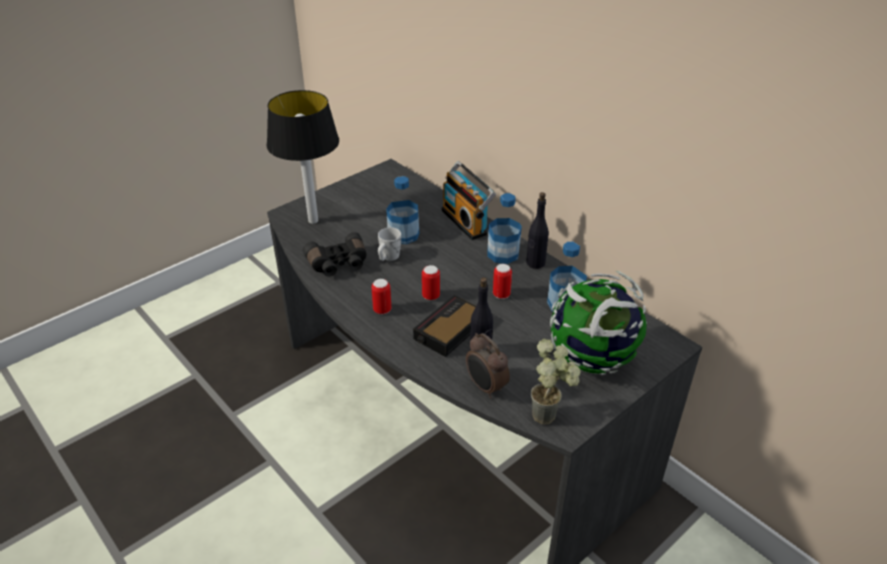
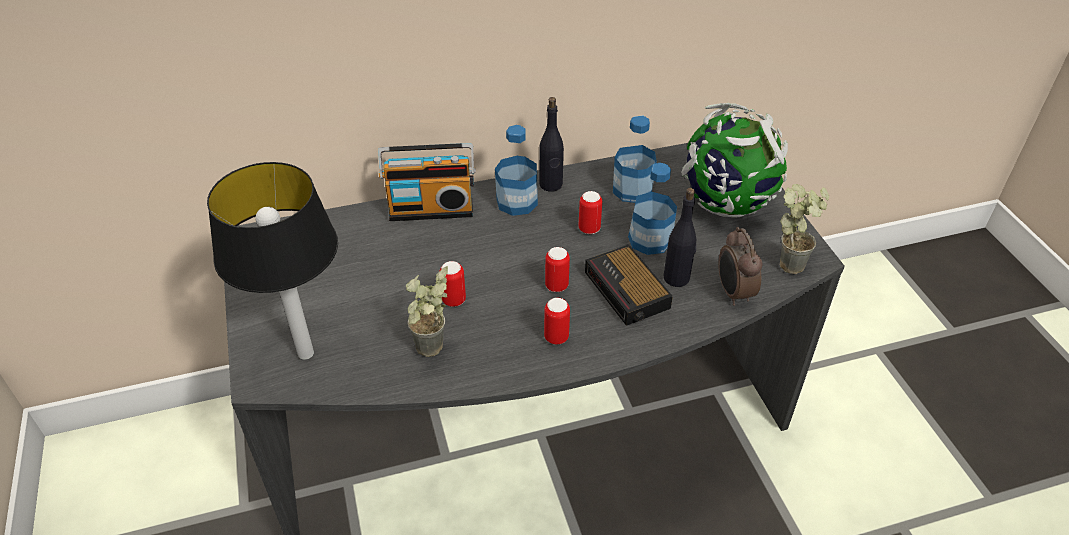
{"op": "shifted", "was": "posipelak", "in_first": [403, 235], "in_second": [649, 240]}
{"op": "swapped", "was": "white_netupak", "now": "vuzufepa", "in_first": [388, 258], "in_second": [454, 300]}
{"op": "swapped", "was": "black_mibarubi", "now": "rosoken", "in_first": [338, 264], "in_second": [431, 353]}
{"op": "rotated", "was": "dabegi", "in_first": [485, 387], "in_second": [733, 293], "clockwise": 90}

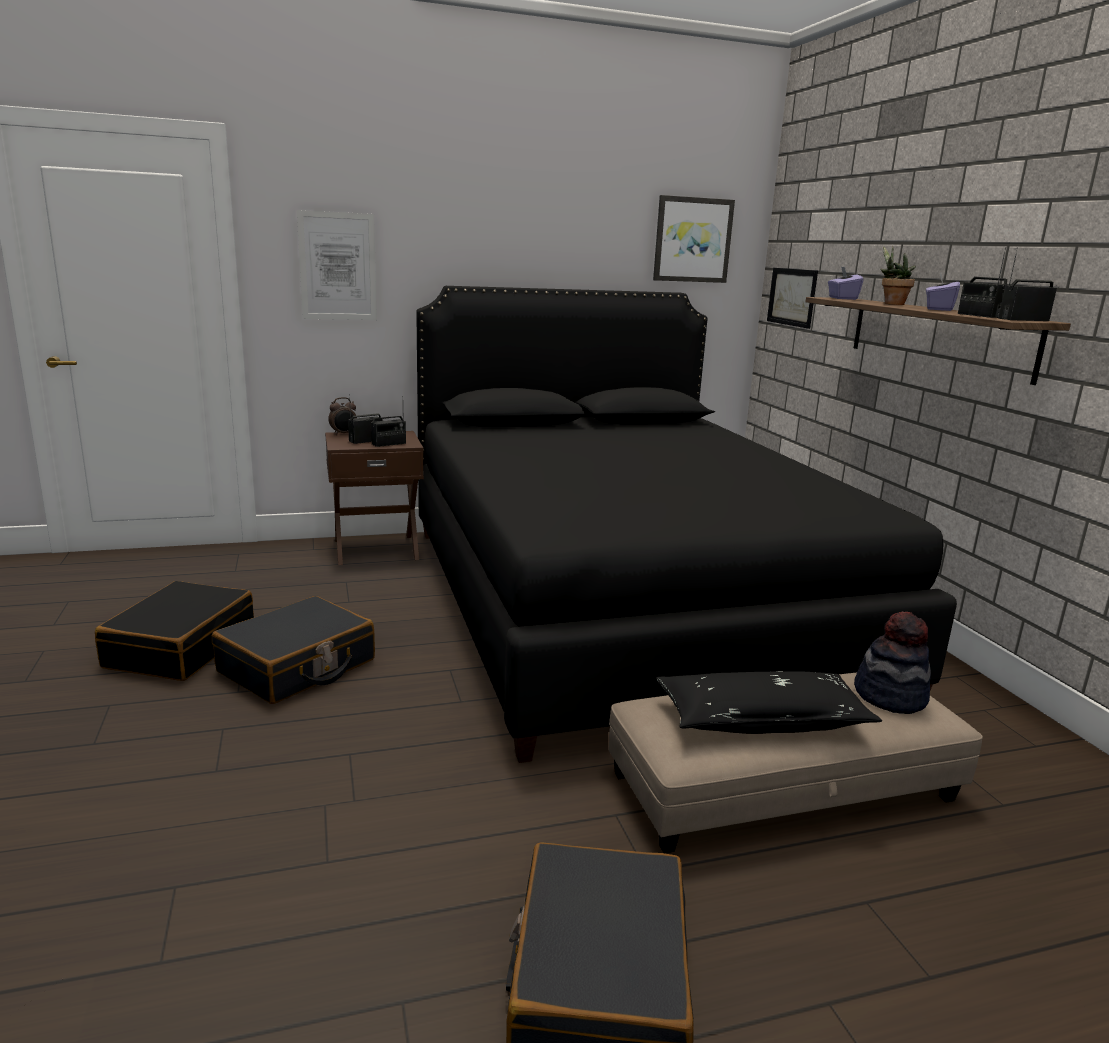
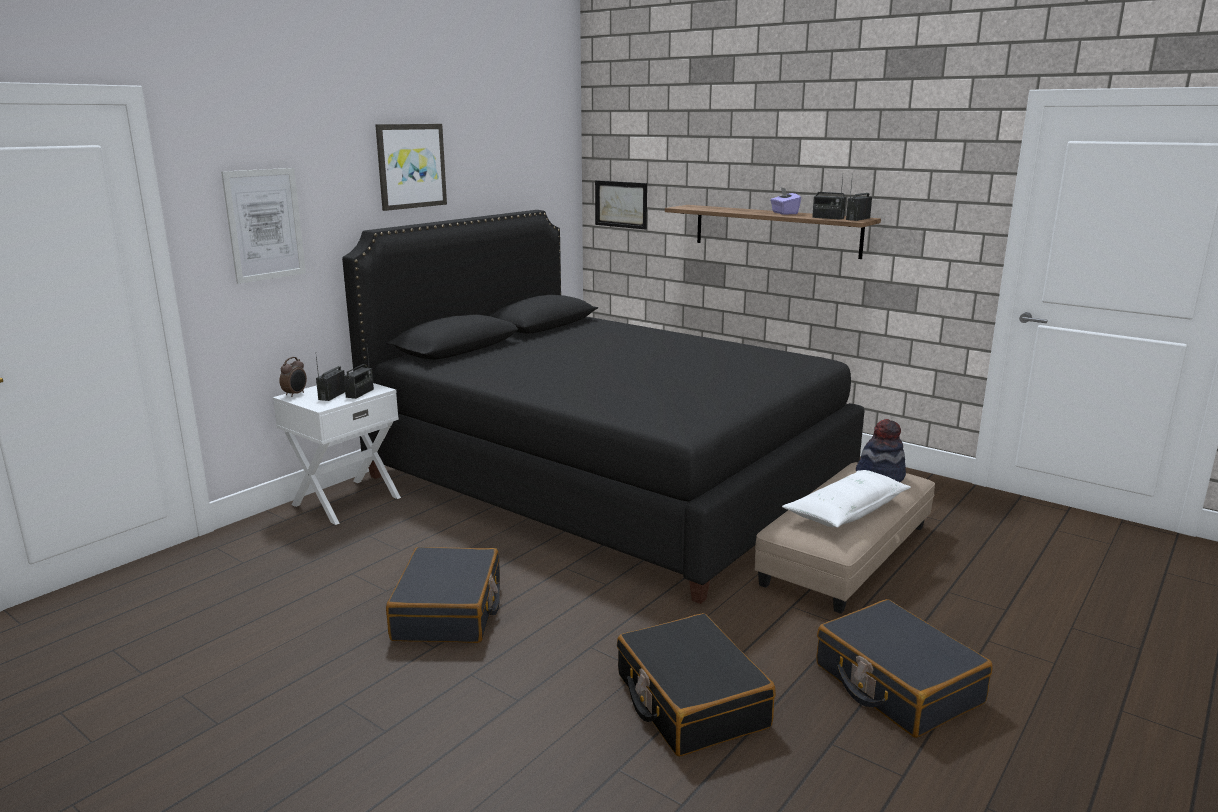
{"op": "shifted", "was": "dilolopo", "in_first": [692, 240], "in_second": [411, 166]}
{"op": "gone", "was": "rosoken", "in_first": [891, 304]}
{"op": "gone", "was": "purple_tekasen", "in_first": [842, 298]}
{"op": "repainted", "was": "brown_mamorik", "now": "white_mamorik", "in_first": [376, 548], "in_second": [345, 500]}
{"op": "shifted", "was": "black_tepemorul", "in_first": [180, 647], "in_second": [690, 701]}
{"op": "repainted", "was": "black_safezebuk", "now": "white_safezebuk", "in_first": [762, 719], "in_second": [847, 511]}

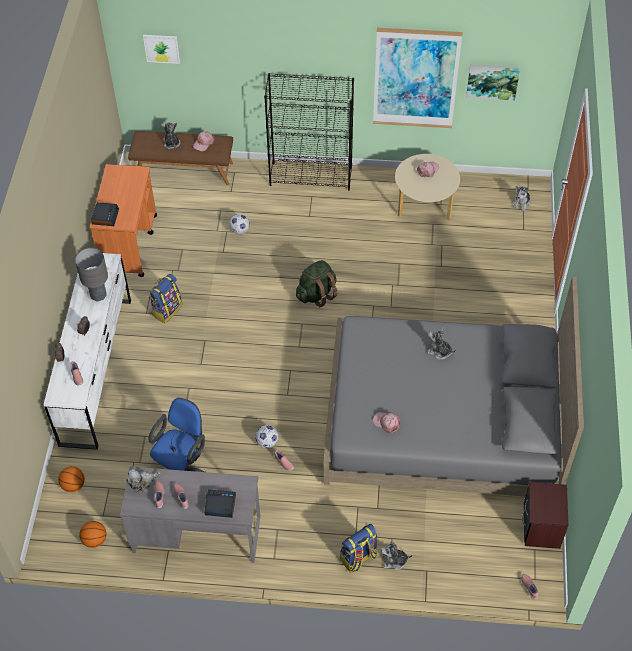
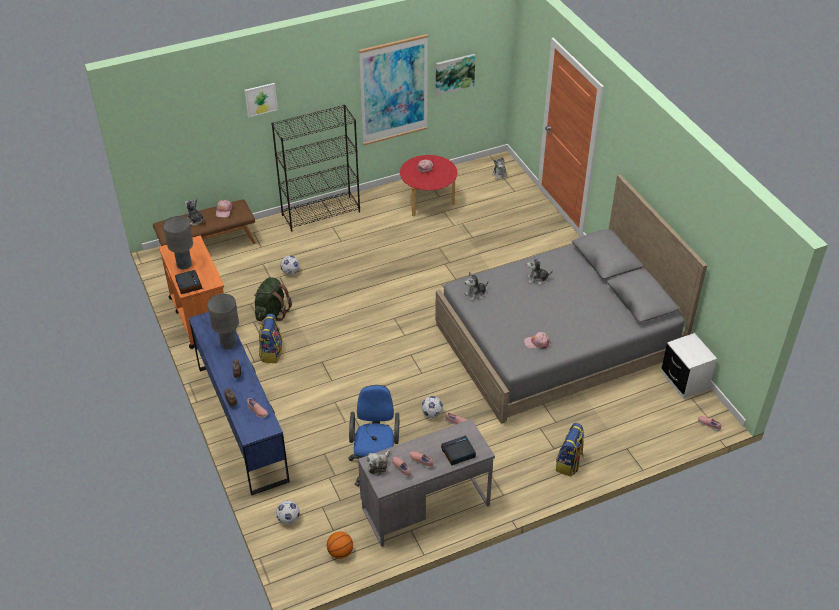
{"op": "shifted", "was": "dilolopo", "in_first": [161, 48], "in_second": [261, 99]}
{"op": "repainted", "was": "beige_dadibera", "now": "red_dadibera", "in_first": [424, 206], "in_second": [428, 202]}
{"op": "repainted", "was": "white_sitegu", "now": "blue_sitegu", "in_first": [96, 370], "in_second": [242, 422]}
{"op": "shifted", "was": "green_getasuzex", "in_first": [317, 294], "in_second": [271, 313]}
{"op": "swapped", "was": "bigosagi", "now": "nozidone", "in_first": [73, 485], "in_second": [288, 519]}
{"op": "repainted", "was": "brown_mamorik", "now": "white_mamorik", "in_first": [541, 527], "in_second": [684, 381]}
{"op": "shifted", "was": "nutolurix", "in_first": [394, 561], "in_second": [475, 294]}
{"op": "new", "now": "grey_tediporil", "in_second": [184, 265]}

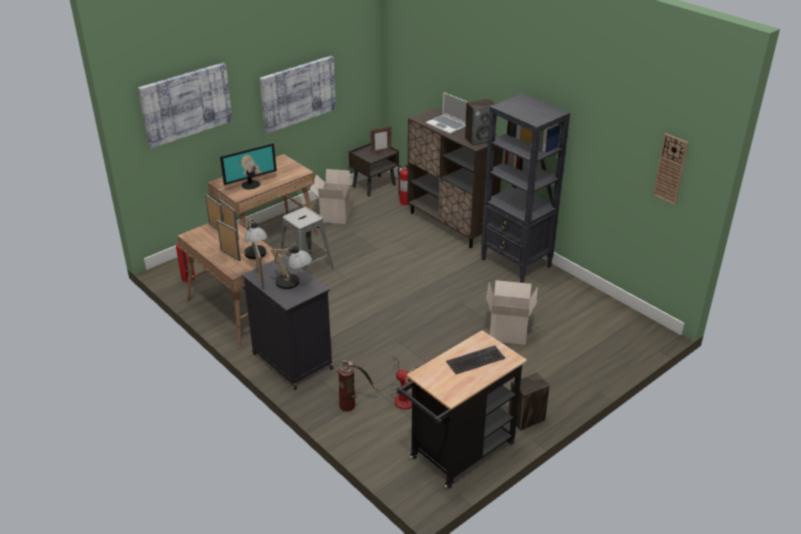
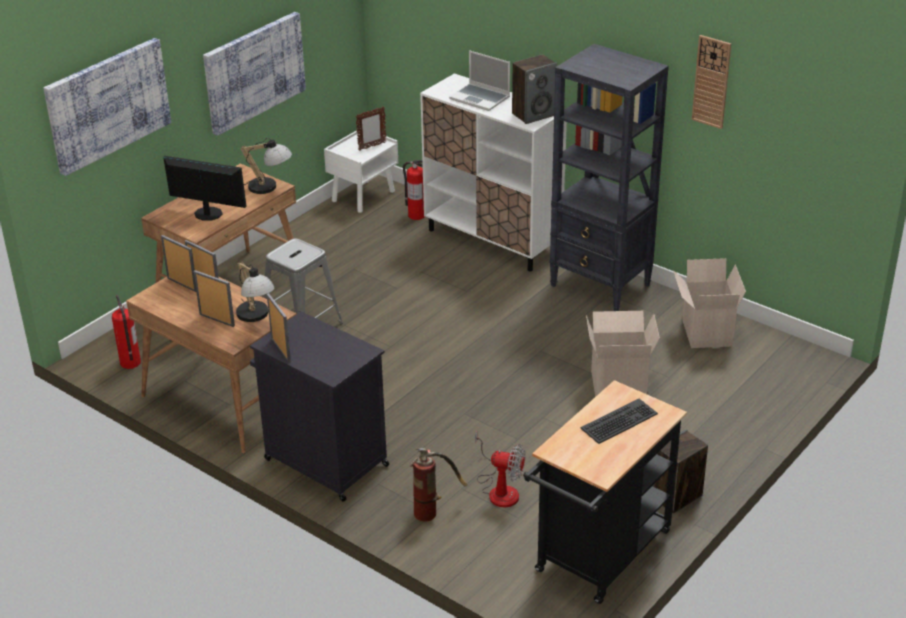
{"op": "repainted", "was": "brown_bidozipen", "now": "white_bidozipen", "in_first": [451, 224], "in_second": [493, 240]}
{"op": "shifted", "was": "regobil", "in_first": [670, 169], "in_second": [711, 82]}
{"op": "repainted", "was": "brown_mamorik", "now": "white_mamorik", "in_first": [374, 185], "in_second": [363, 196]}
{"op": "rotated", "was": "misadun", "in_first": [250, 184], "in_second": [208, 214], "clockwise": -120}
{"op": "shifted", "was": "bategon", "in_first": [334, 215], "in_second": [705, 332]}
{"op": "shifted", "was": "tediporil", "in_first": [293, 284], "in_second": [270, 188]}

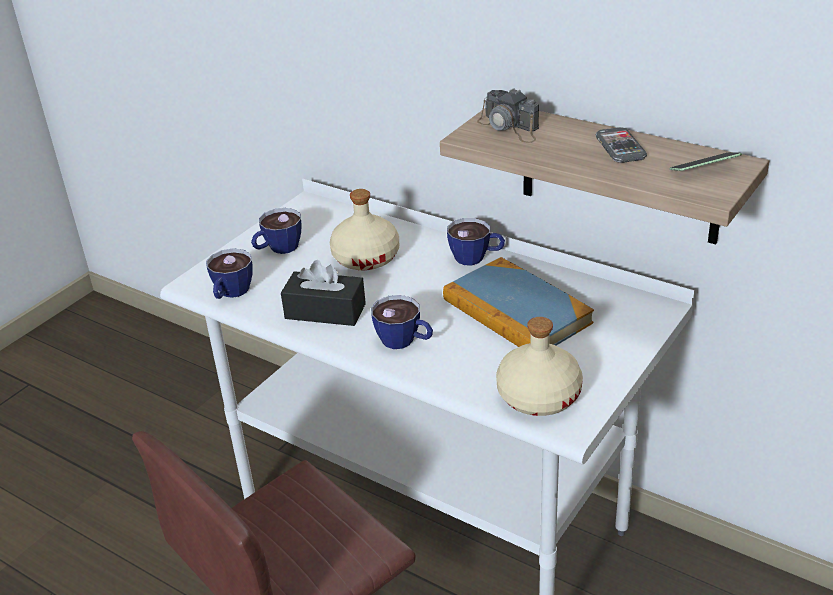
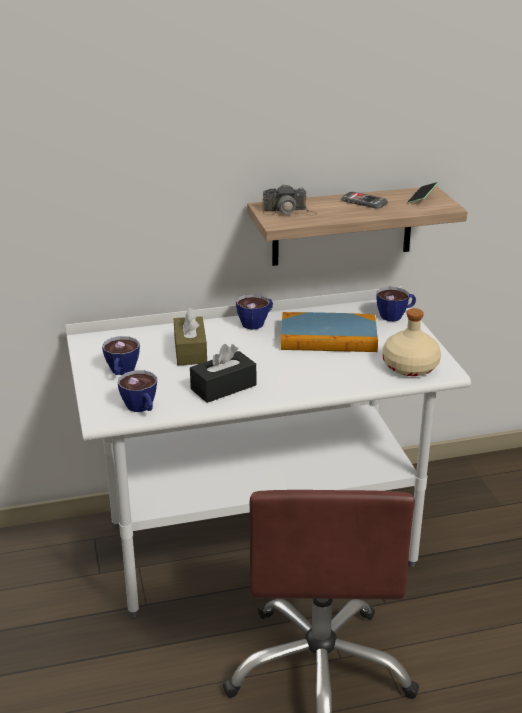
{"op": "swapped", "was": "beige_posipelak", "now": "brown_tekasen", "in_first": [366, 257], "in_second": [190, 351]}
{"op": "shifted", "was": "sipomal", "in_first": [405, 341], "in_second": [395, 315]}

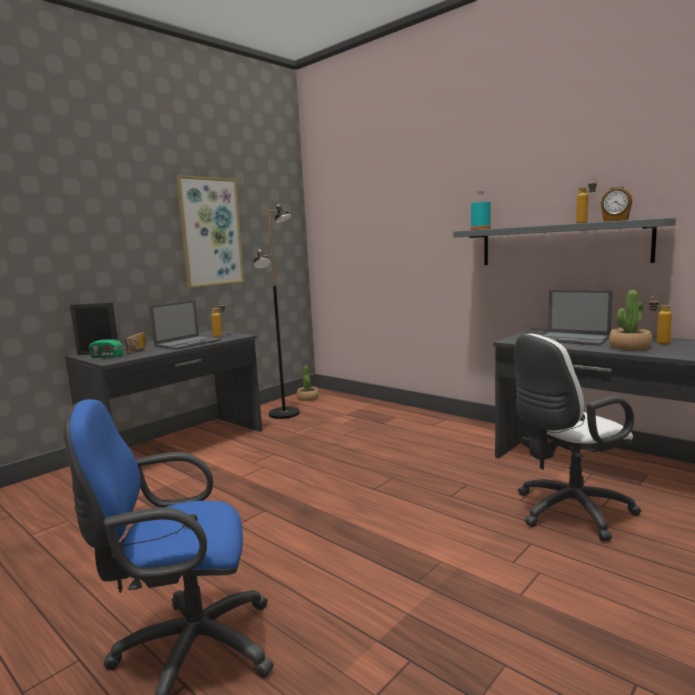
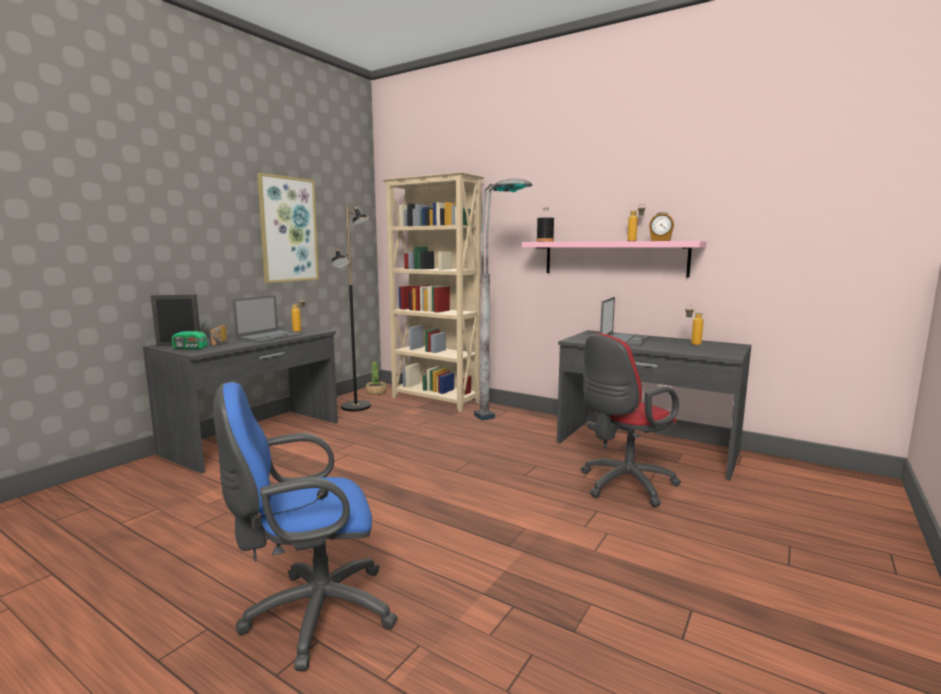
{"op": "repainted", "was": "turquoise_posipelak", "now": "black_posipelak", "in_first": [480, 229], "in_second": [545, 241]}
{"op": "repainted", "was": "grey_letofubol", "now": "pink_letofubol", "in_first": [561, 244], "in_second": [613, 258]}
{"op": "rotated", "was": "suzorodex", "in_first": [573, 339], "in_second": [624, 340], "clockwise": -90}
{"op": "gone", "was": "rosoken", "in_first": [629, 347]}
{"op": "repainted", "was": "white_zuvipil", "now": "red_zuvipil", "in_first": [567, 512], "in_second": [623, 485]}
{"op": "new", "now": "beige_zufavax", "in_second": [435, 400]}
{"op": "new", "now": "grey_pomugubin", "in_second": [501, 427]}

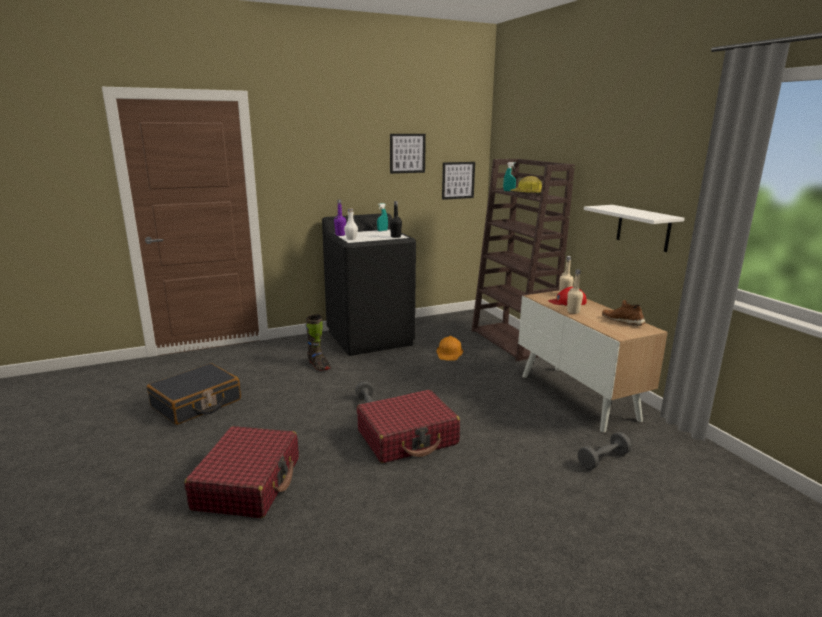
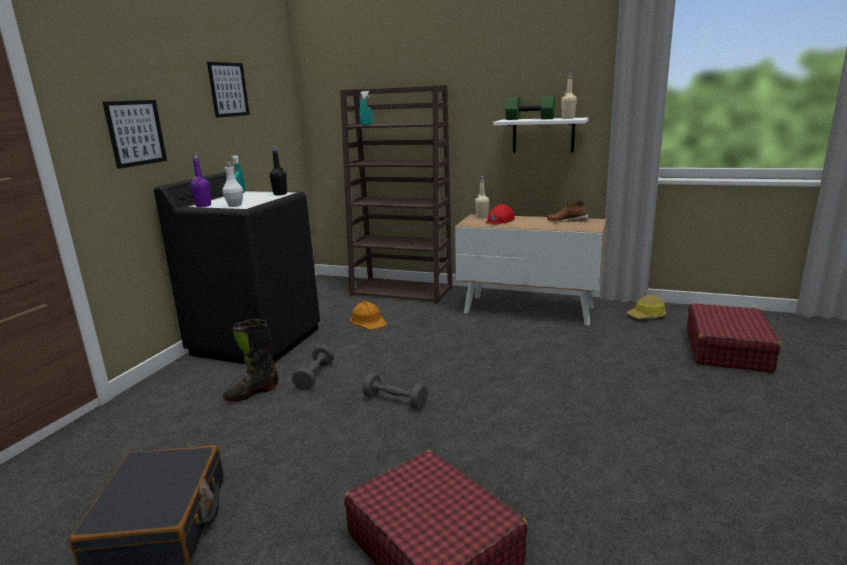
{"op": "shifted", "was": "dilolopo", "in_first": [458, 180], "in_second": [136, 133]}
{"op": "shifted", "was": "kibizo", "in_first": [527, 194], "in_second": [647, 316]}
{"op": "shifted", "was": "beige_posipelak", "in_first": [573, 311], "in_second": [568, 118]}
{"op": "rotated", "was": "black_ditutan", "in_first": [318, 365], "in_second": [252, 393], "clockwise": 135}
{"op": "shifted", "was": "red_tepemorul", "in_first": [408, 437], "in_second": [727, 350]}
{"op": "shifted", "was": "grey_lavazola", "in_first": [603, 459], "in_second": [315, 376]}
{"op": "new", "now": "green_lavazola", "in_second": [529, 119]}

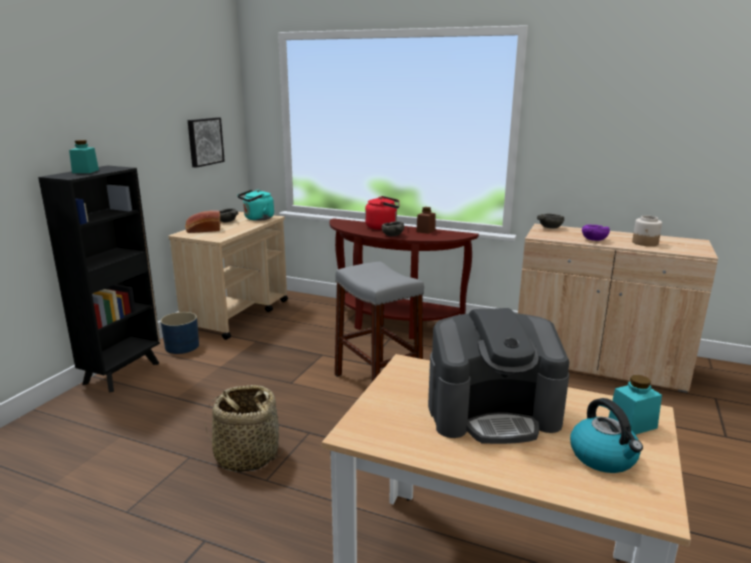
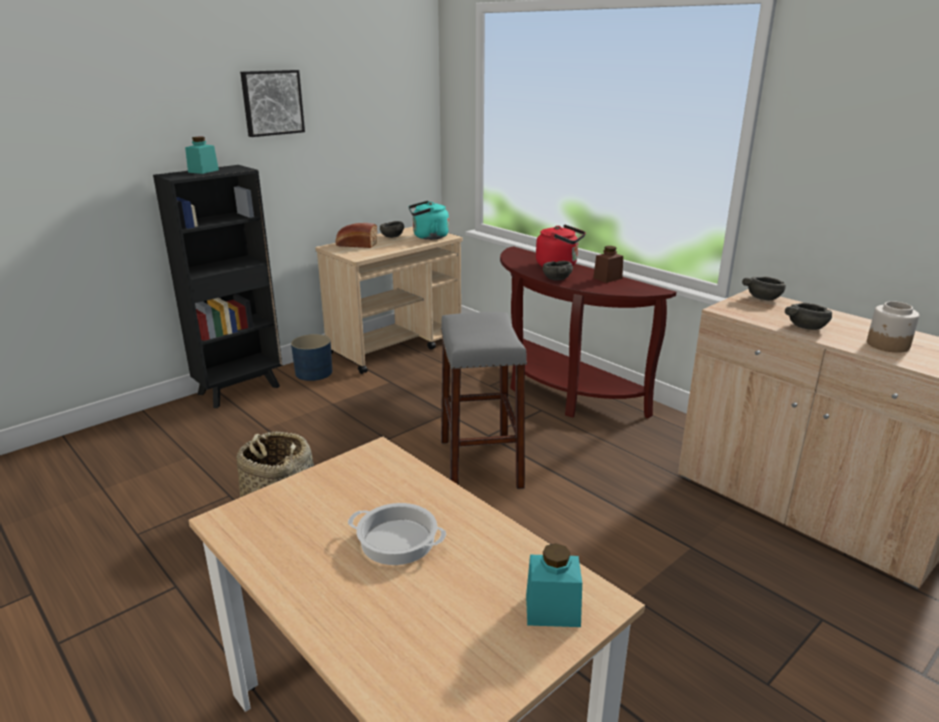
{"op": "shifted", "was": "dilolopo", "in_first": [204, 141], "in_second": [272, 102]}
{"op": "repainted", "was": "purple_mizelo", "now": "grey_mizelo", "in_first": [593, 240], "in_second": [806, 327]}
{"op": "swapped", "was": "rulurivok", "now": "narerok", "in_first": [493, 413], "in_second": [398, 540]}
{"op": "gone", "was": "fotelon", "in_first": [604, 457]}

